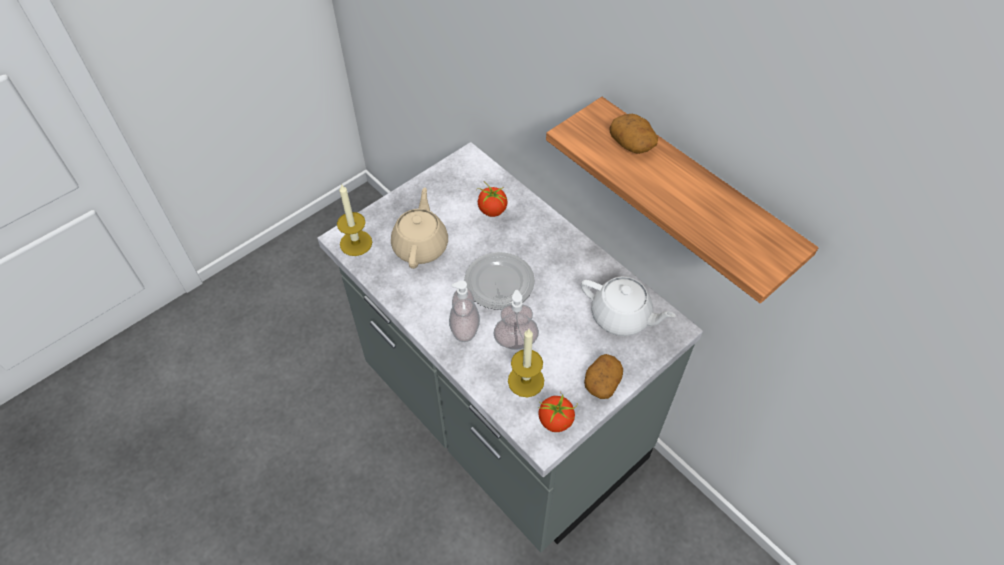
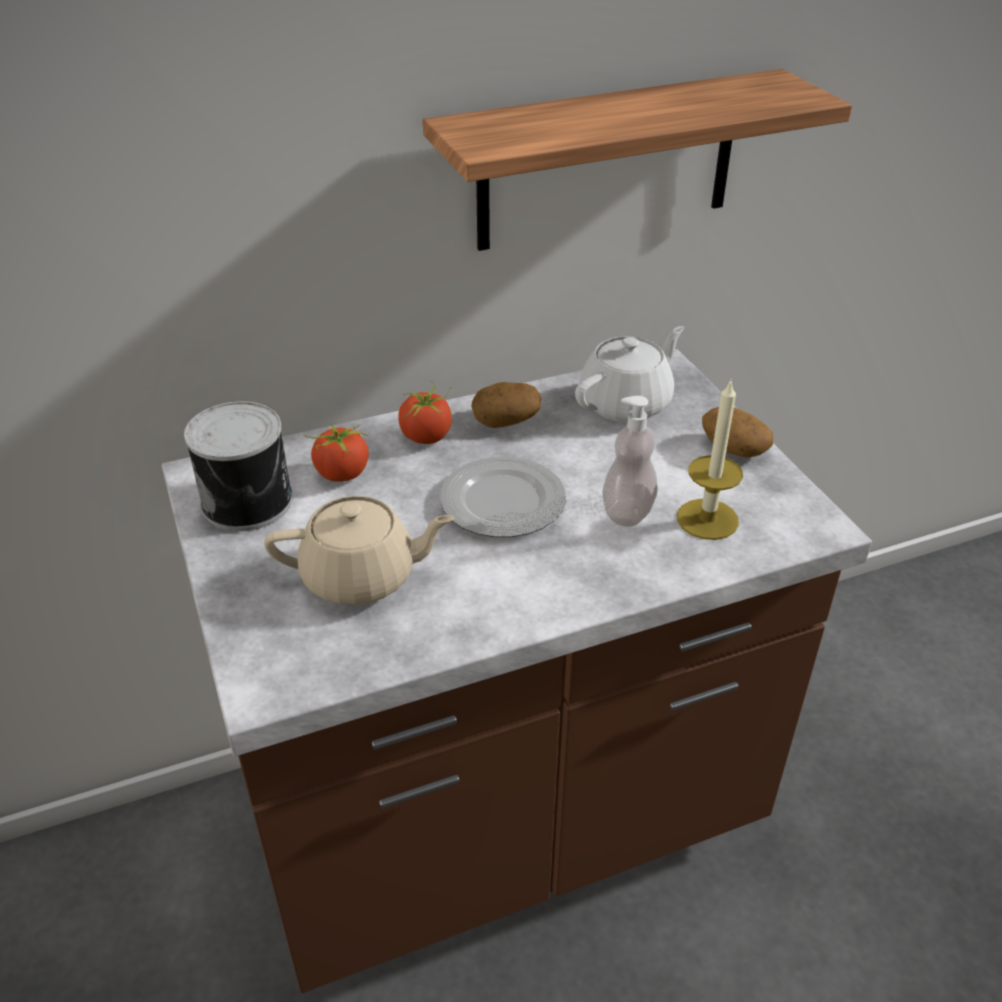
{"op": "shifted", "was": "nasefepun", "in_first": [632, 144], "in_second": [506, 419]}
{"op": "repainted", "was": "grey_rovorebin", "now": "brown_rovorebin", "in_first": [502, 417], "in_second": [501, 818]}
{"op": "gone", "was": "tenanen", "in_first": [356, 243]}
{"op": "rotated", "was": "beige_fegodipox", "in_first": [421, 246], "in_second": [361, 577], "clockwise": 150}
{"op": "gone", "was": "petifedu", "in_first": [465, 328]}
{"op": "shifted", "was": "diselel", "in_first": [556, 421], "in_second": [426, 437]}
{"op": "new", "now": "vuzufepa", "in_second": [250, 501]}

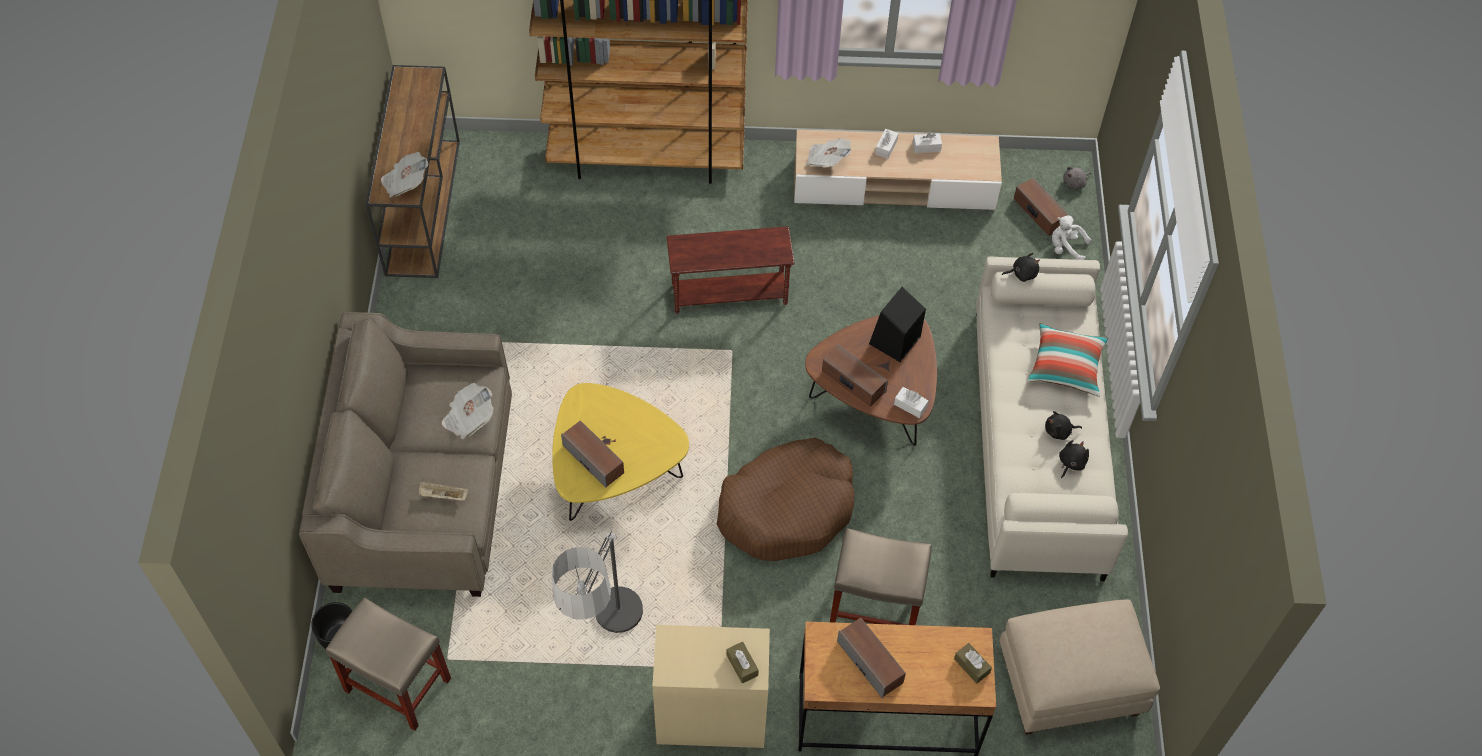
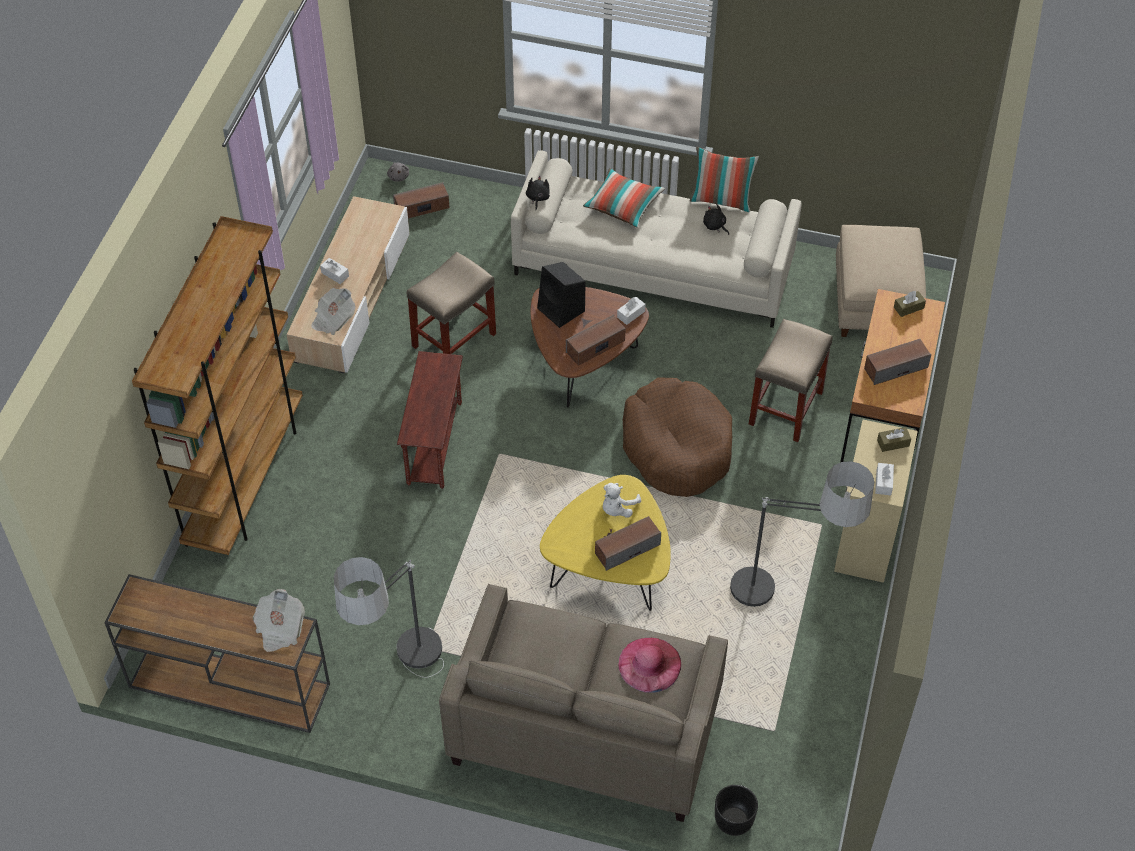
{"op": "shifted", "was": "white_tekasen", "in_first": [926, 147], "in_second": [883, 482]}
{"op": "shifted", "was": "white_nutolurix", "in_first": [1066, 248], "in_second": [617, 509]}
{"op": "gone", "was": "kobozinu", "in_first": [469, 418]}
{"op": "gone", "was": "black_nutolurix", "in_first": [1059, 431]}
{"op": "swapped", "was": "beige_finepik", "now": "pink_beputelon", "in_first": [443, 496], "in_second": [649, 664]}
{"op": "shifted", "was": "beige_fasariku", "in_first": [399, 685], "in_second": [454, 339]}
{"op": "new", "now": "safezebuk", "in_second": [721, 200]}
{"op": "new", "now": "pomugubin", "in_second": [402, 679]}

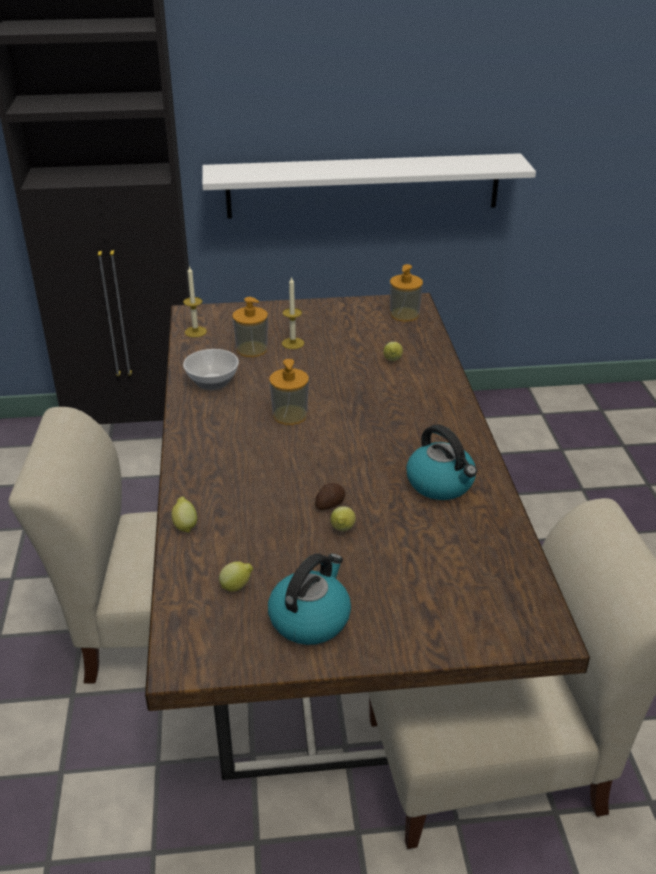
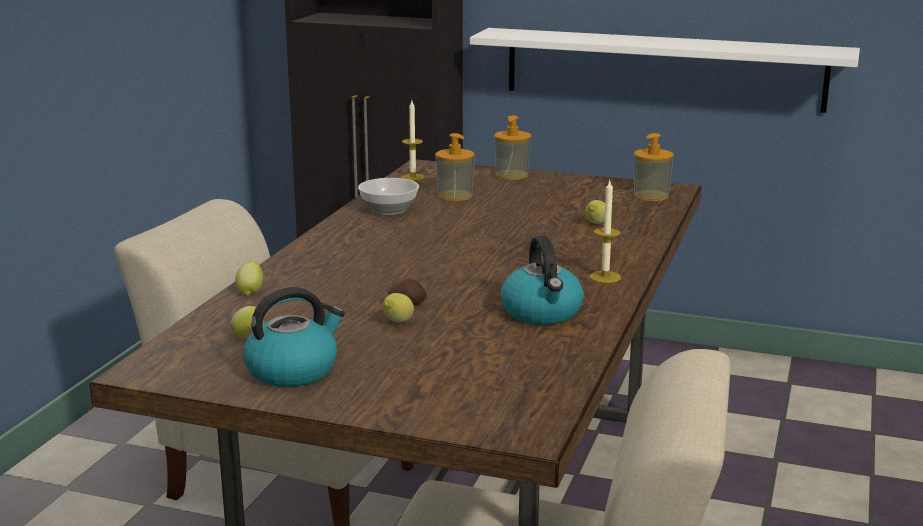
{"op": "shifted", "was": "tenanen", "in_first": [293, 343], "in_second": [605, 277]}
{"op": "shifted", "was": "petifedu", "in_first": [290, 415], "in_second": [512, 175]}

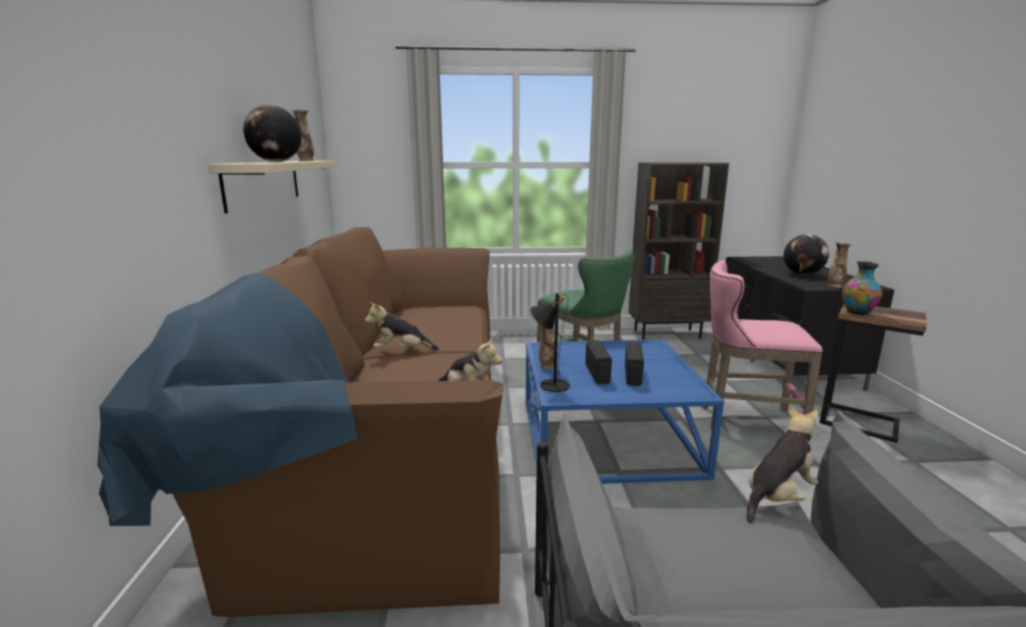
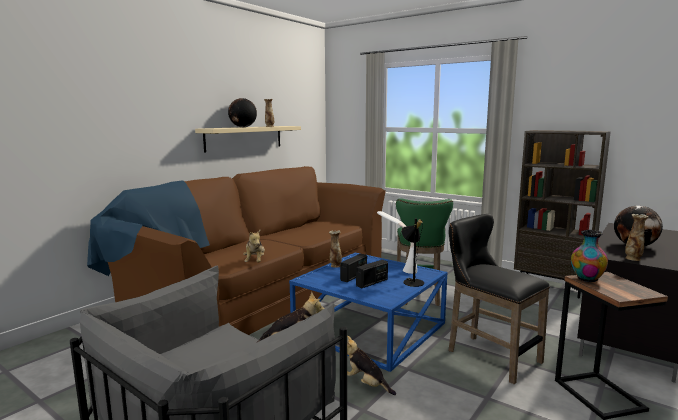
{"op": "repainted", "was": "pink_fasariku", "now": "black_fasariku", "in_first": [744, 420], "in_second": [488, 355]}
{"op": "shifted", "was": "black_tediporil", "in_first": [549, 384], "in_second": [412, 281]}
{"op": "shifted", "was": "nutolurix", "in_first": [401, 351], "in_second": [366, 384]}
{"op": "new", "now": "white_tediporil", "in_second": [395, 267]}

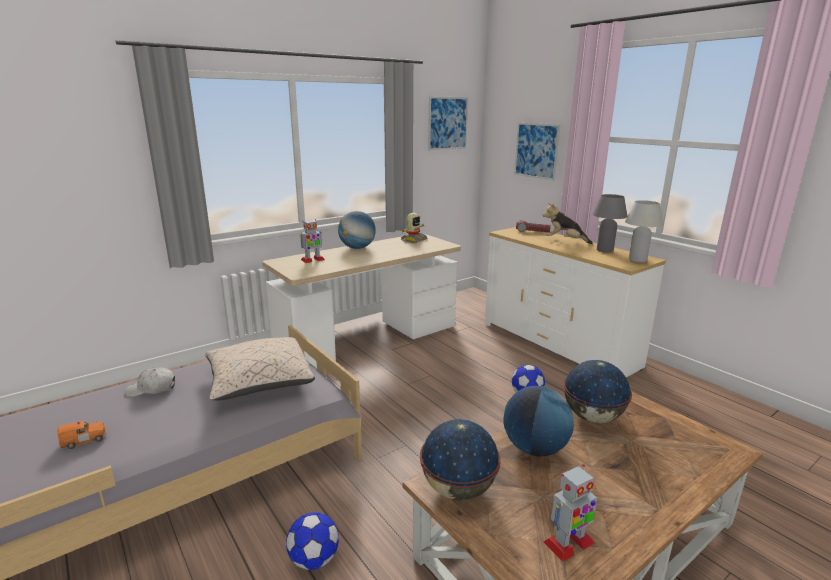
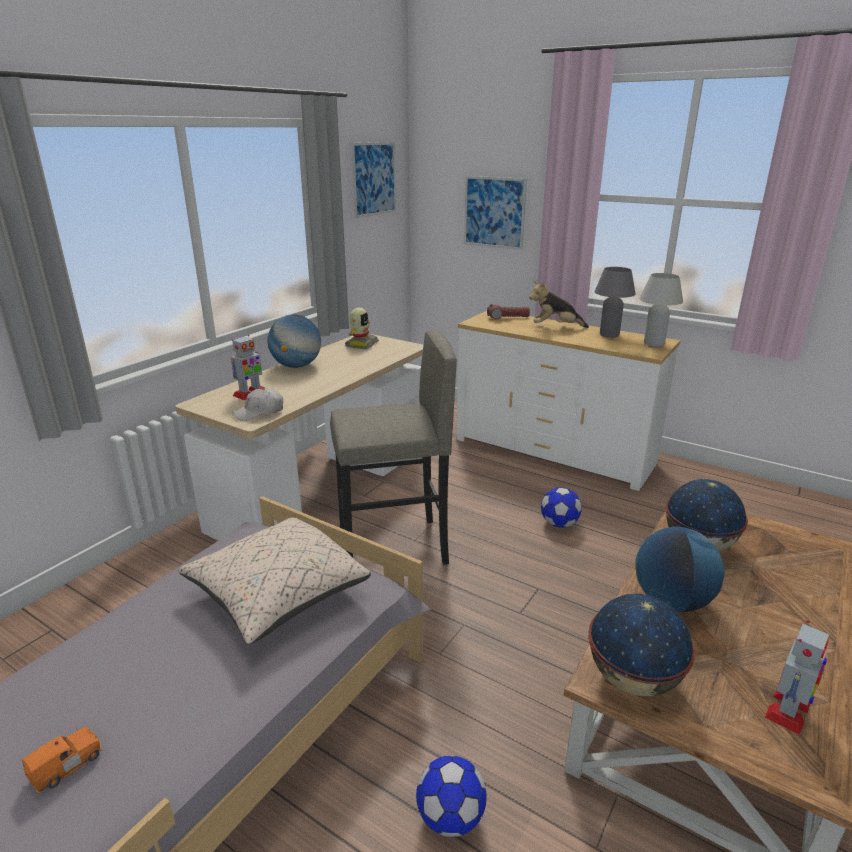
{"op": "shifted", "was": "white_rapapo", "in_first": [152, 389], "in_second": [259, 412]}
{"op": "new", "now": "grey_fasariku", "in_second": [393, 547]}

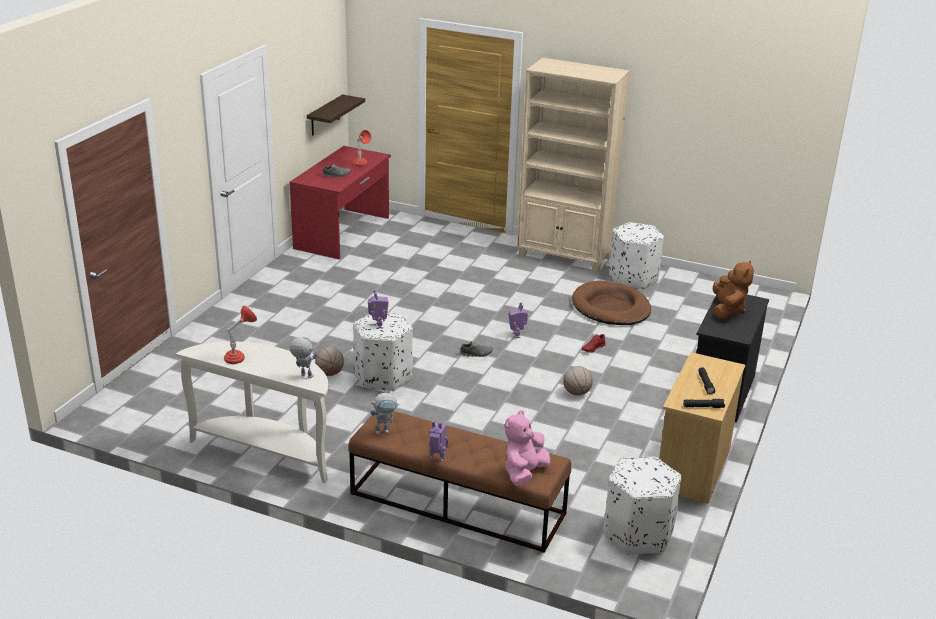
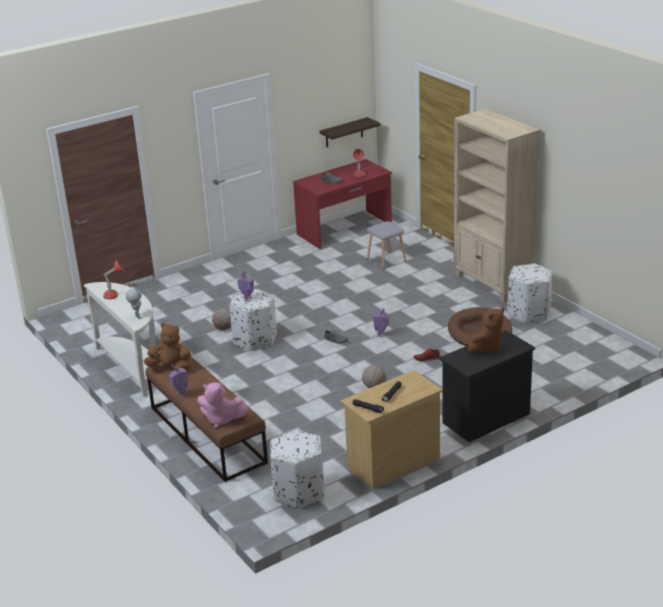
{"op": "swapped", "was": "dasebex", "now": "brown_nutolurix", "in_first": [385, 431], "in_second": [171, 368]}
{"op": "rotated", "was": "pink_nutolurix", "in_first": [524, 473], "in_second": [221, 419], "clockwise": -135}
{"op": "new", "now": "grey_fasariku", "in_second": [386, 260]}

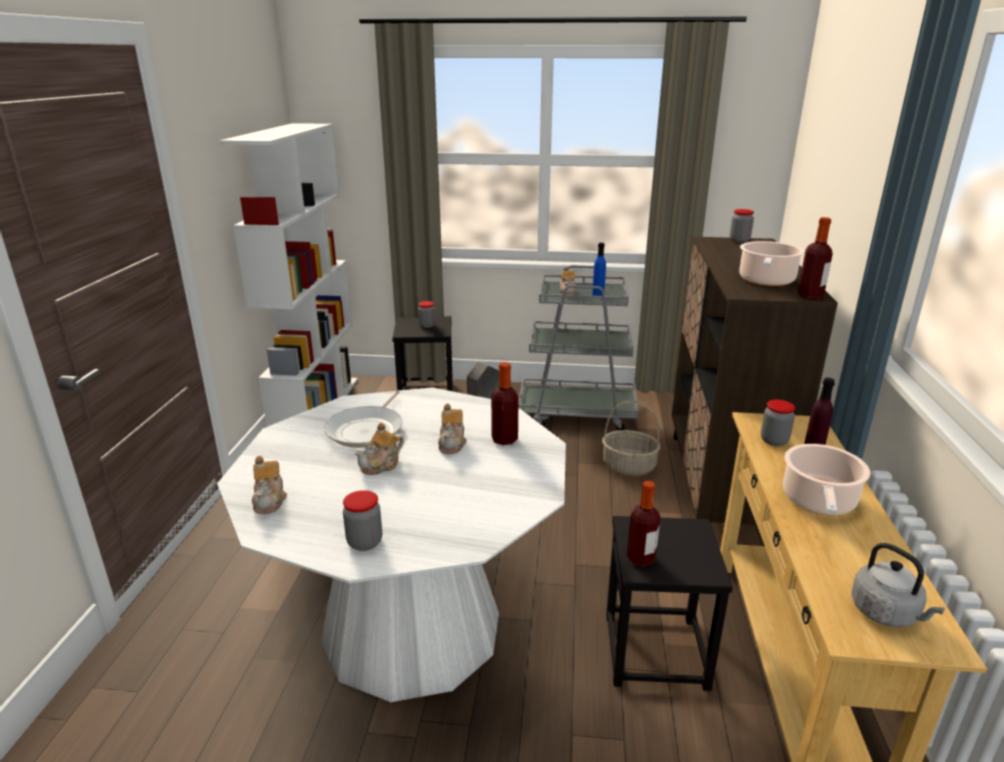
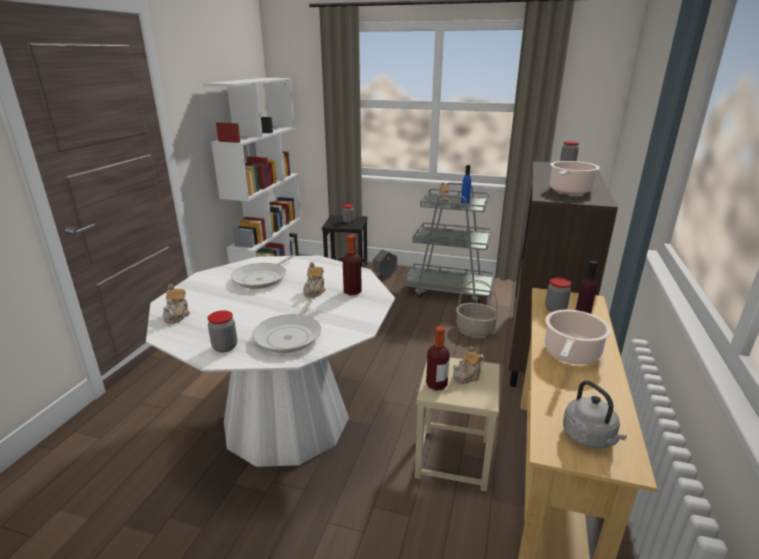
{"op": "gone", "was": "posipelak", "in_first": [810, 296]}
{"op": "shifted", "was": "fegodipox", "in_first": [381, 465], "in_second": [467, 376]}
{"op": "repainted", "was": "black_fasariku", "now": "beige_fasariku", "in_first": [656, 651], "in_second": [454, 458]}
{"op": "new", "now": "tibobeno", "in_second": [290, 336]}

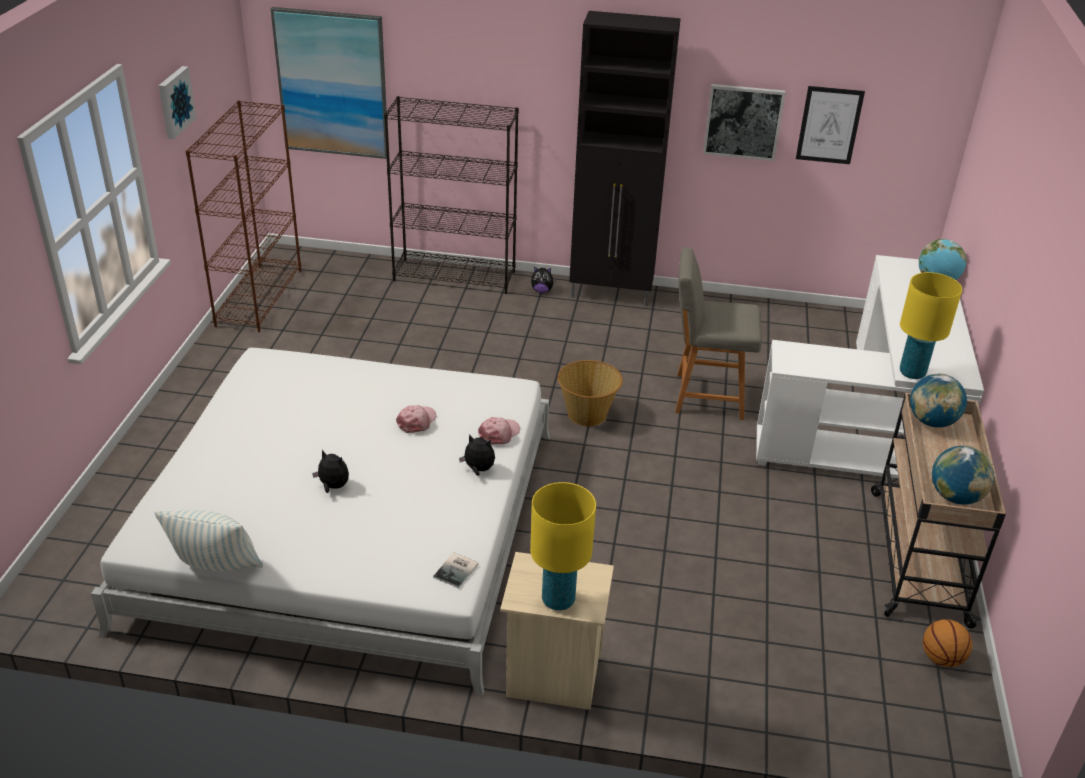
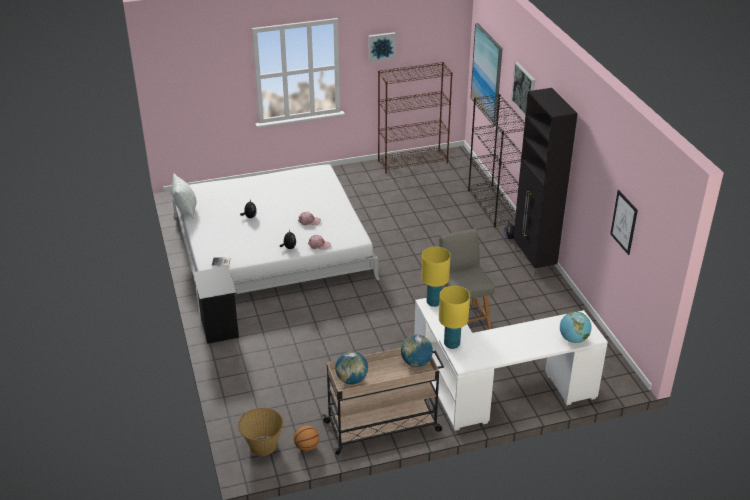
{"op": "shifted", "was": "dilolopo", "in_first": [743, 121], "in_second": [524, 90]}
{"op": "shifted", "was": "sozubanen", "in_first": [587, 415], "in_second": [262, 446]}
{"op": "shifted", "was": "yellow_tediporil", "in_first": [558, 600], "in_second": [434, 302]}
{"op": "repainted", "was": "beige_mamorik", "now": "black_mamorik", "in_first": [552, 677], "in_second": [219, 328]}

